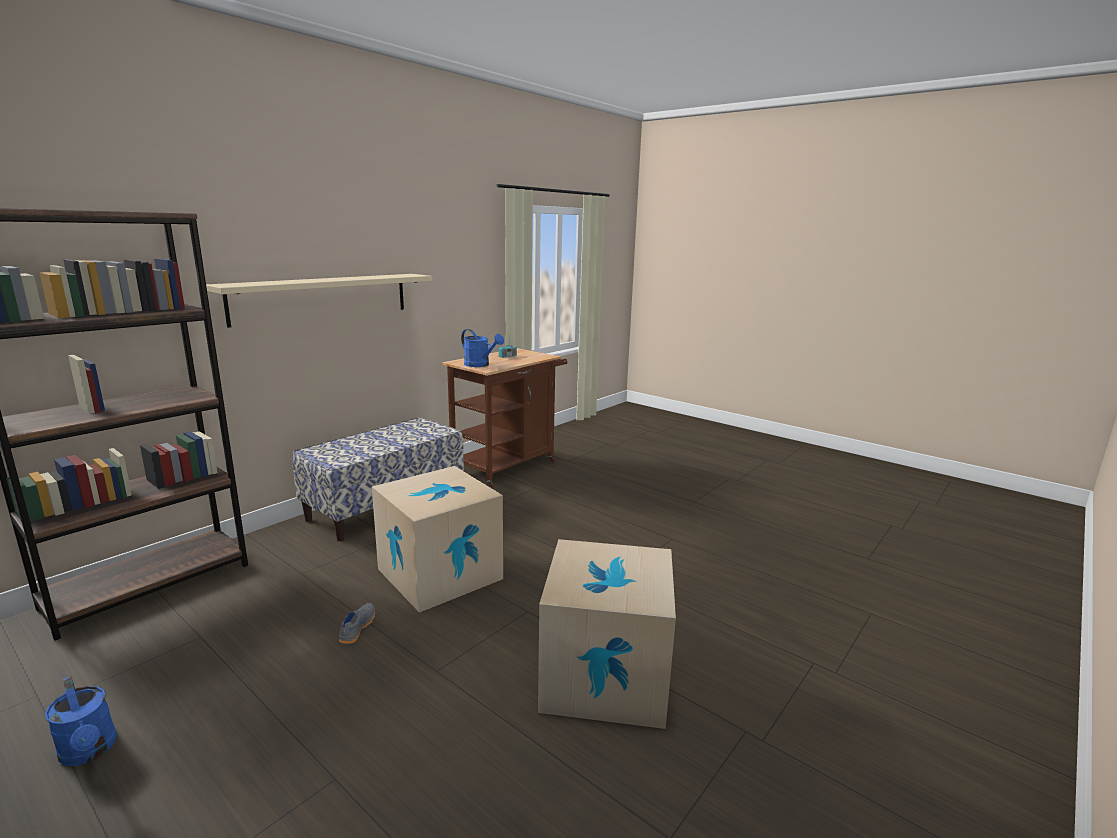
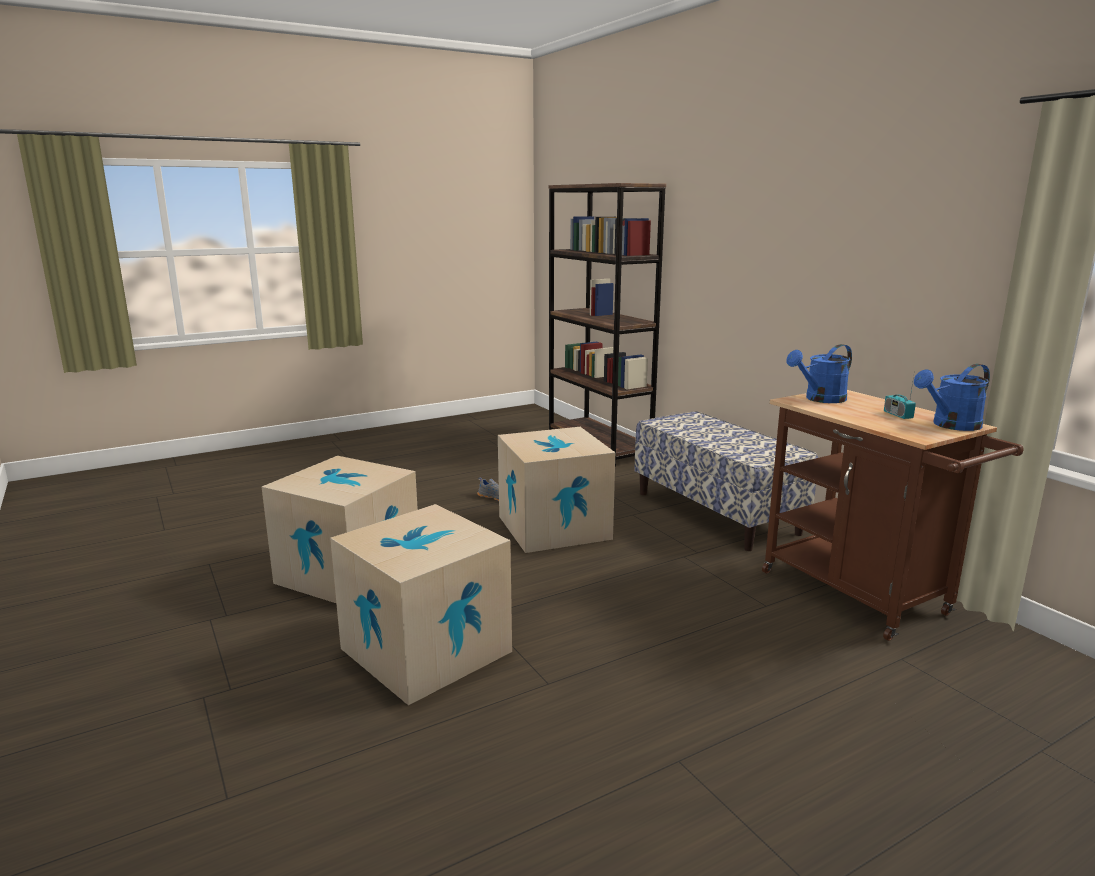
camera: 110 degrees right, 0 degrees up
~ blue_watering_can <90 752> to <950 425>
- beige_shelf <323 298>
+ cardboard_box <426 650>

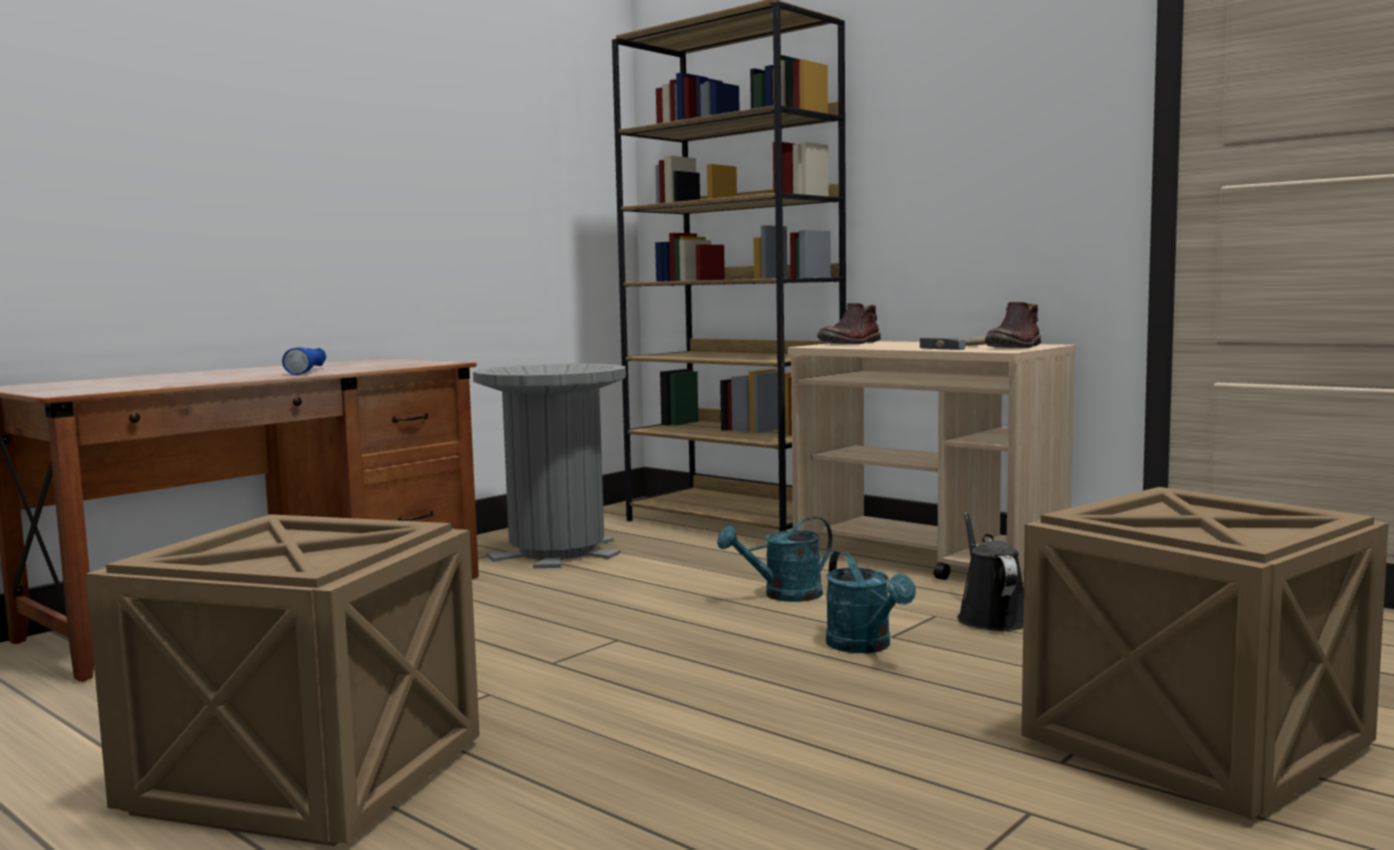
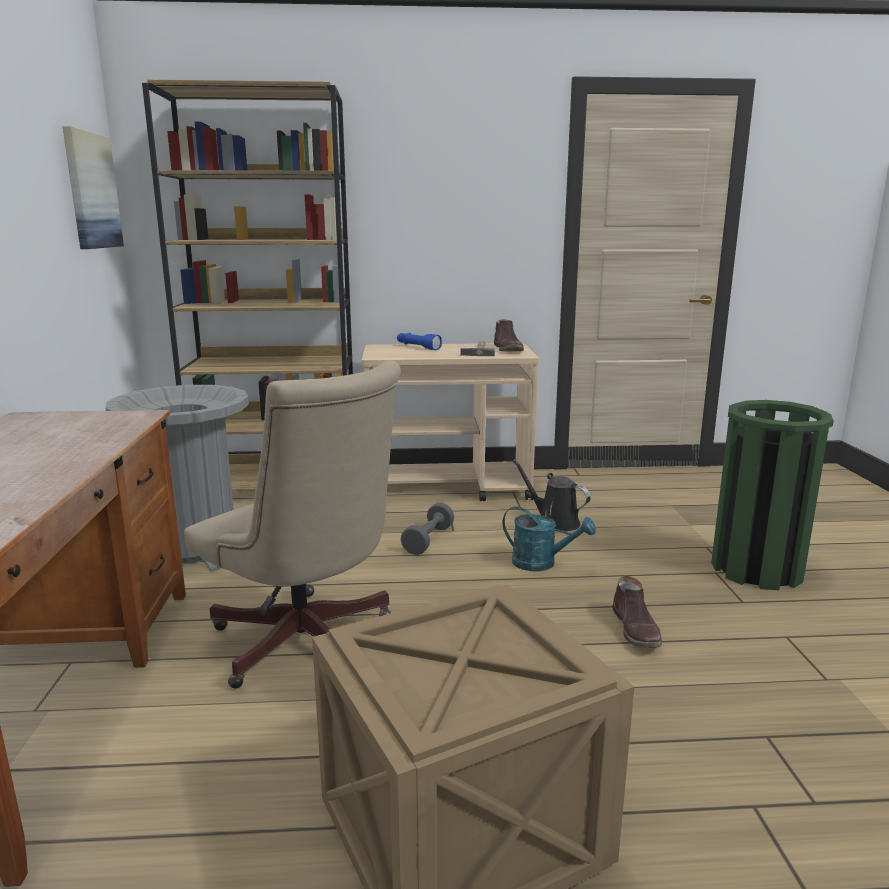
camera: 45 degrees left, 10 degrees up
~ blue_flashlight <308 371> to <417 347>
~ turquoise_watering_can <783 595> to grey_dumbbell <428 540>
~ brown_boot <851 343> to <636 629>
~ crate <1198 743> to green_trash_can <757 569>
+ picture <91 191>
+ beige_office_chair <307 646>

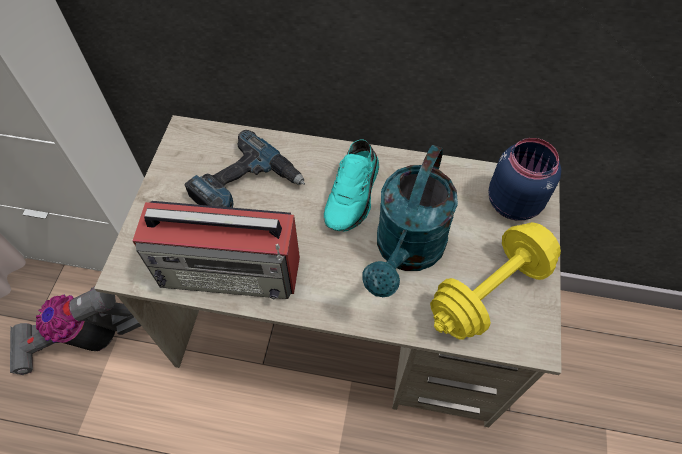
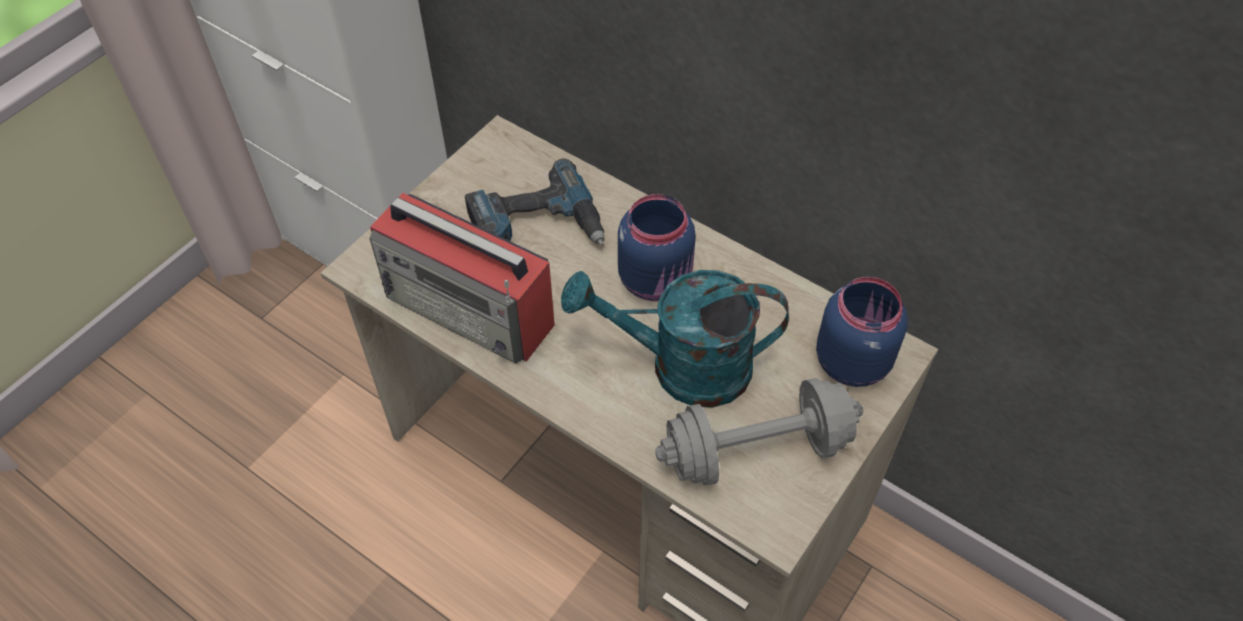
camera: 25 degrees right, 5 degrees down
- vacuum_cleaner <88 337>
~ turquoise_shoe <354 195> to blue_jar <657 280>
~ turquoise_watering_can <406 252> = <682 367> 45 degrees clockwise
~ yellow_dumbbell <489 292> to grey_dumbbell <756 450>

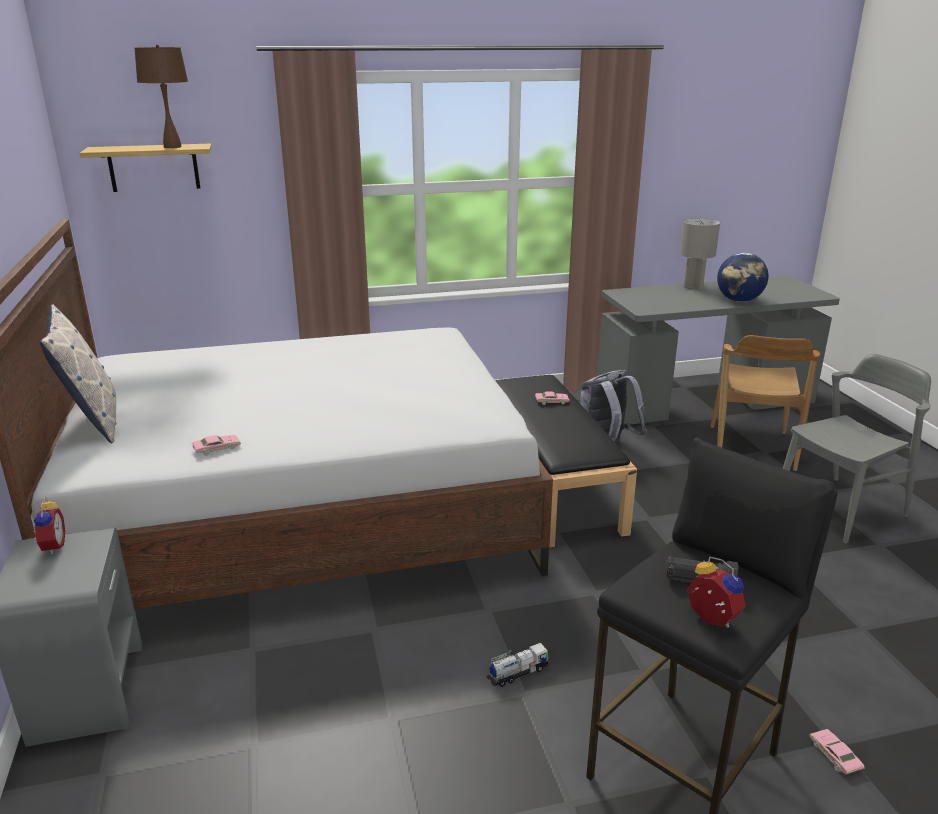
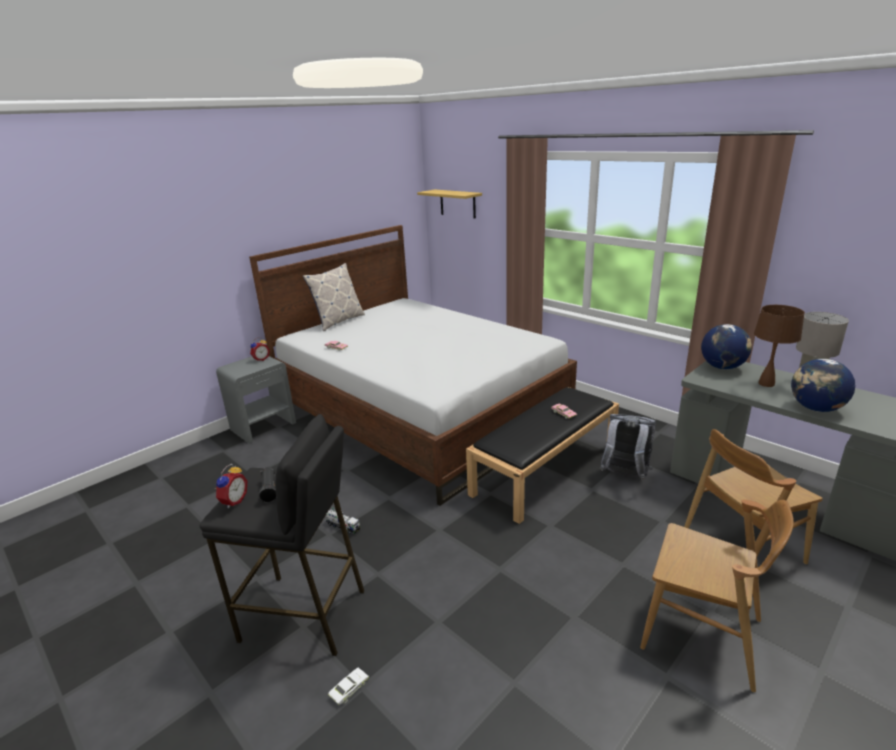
camera: 60 degrees right, 0 degrees up
~ brown_table_lamp <172 147> to <766 384>
~ grey_chair <840 509> to brown_chair <702 634>
~ pink_toy_car <835 755> to white_toy_car <349 688>
+ globe <722 367>

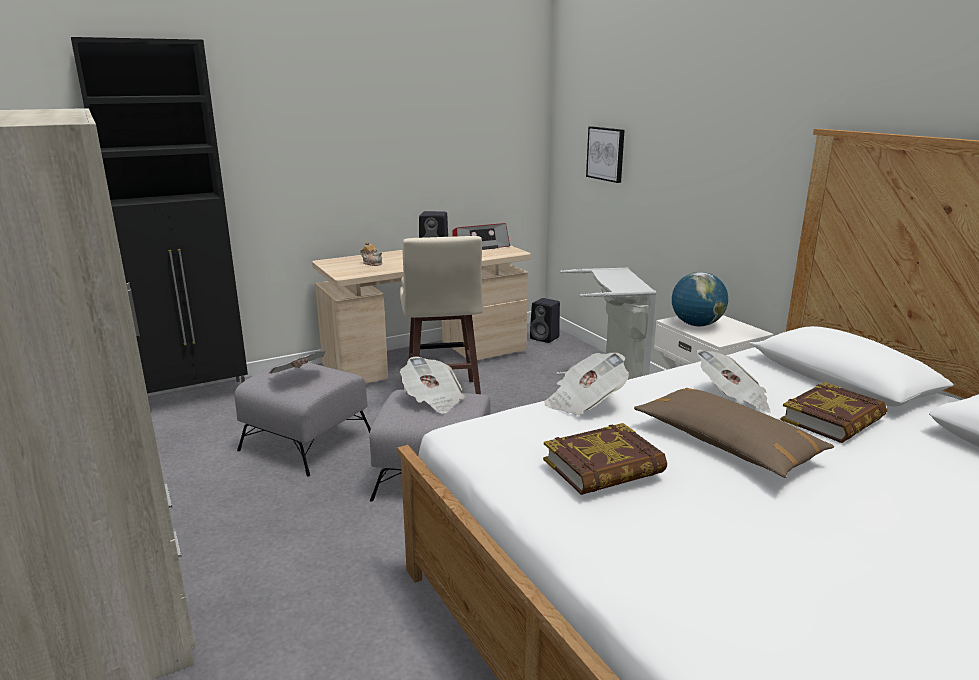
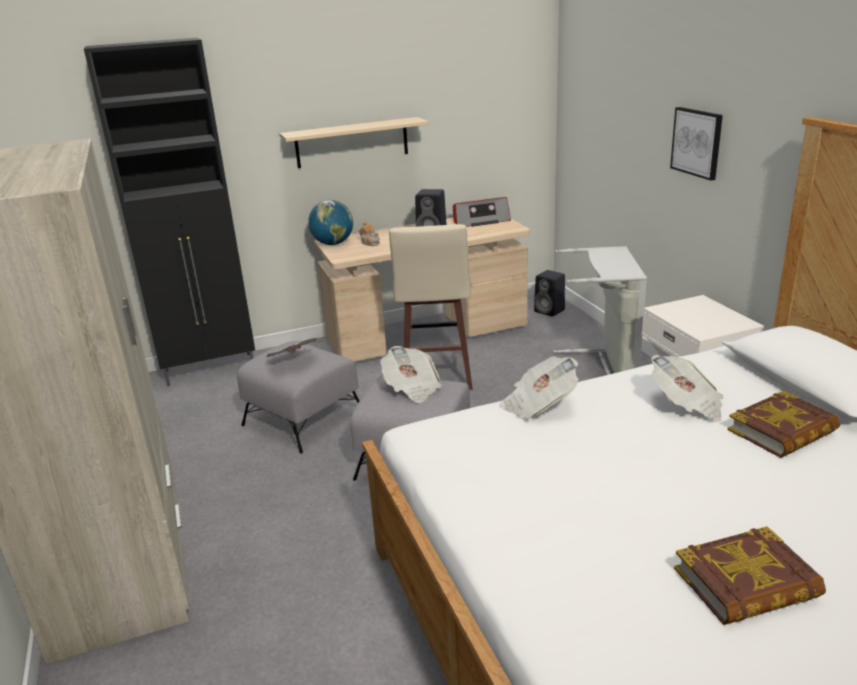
camera: 10 degrees right, 5 degrees up
~ book <604 467> to <746 584>
~ picture <606 154> to <697 142>
- brown_pillow <726 444>
~ globe <696 325> to <333 244>
+ beige_shelf <352 142>

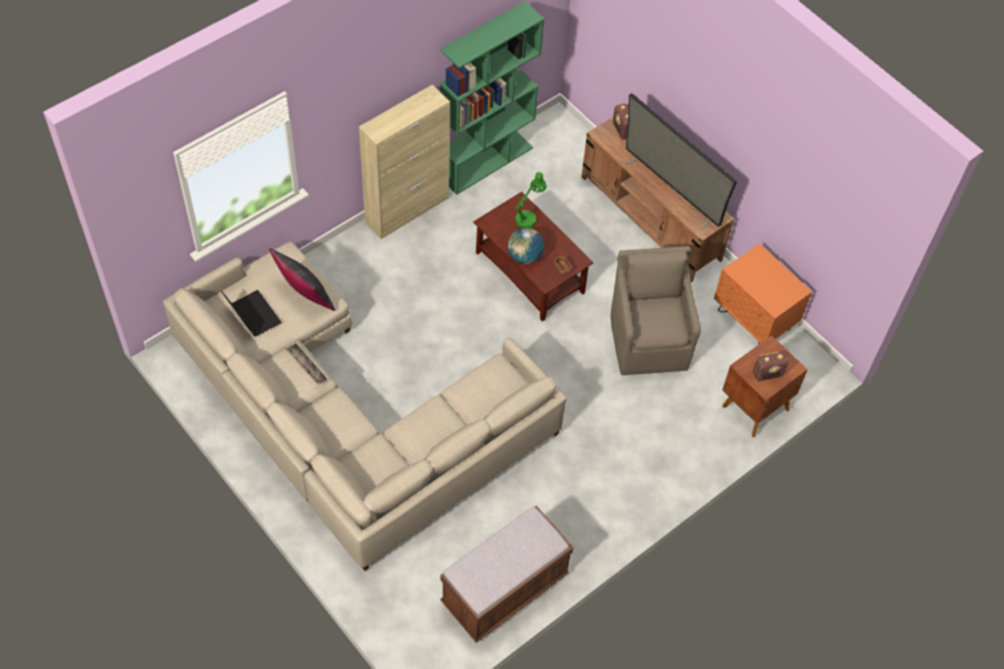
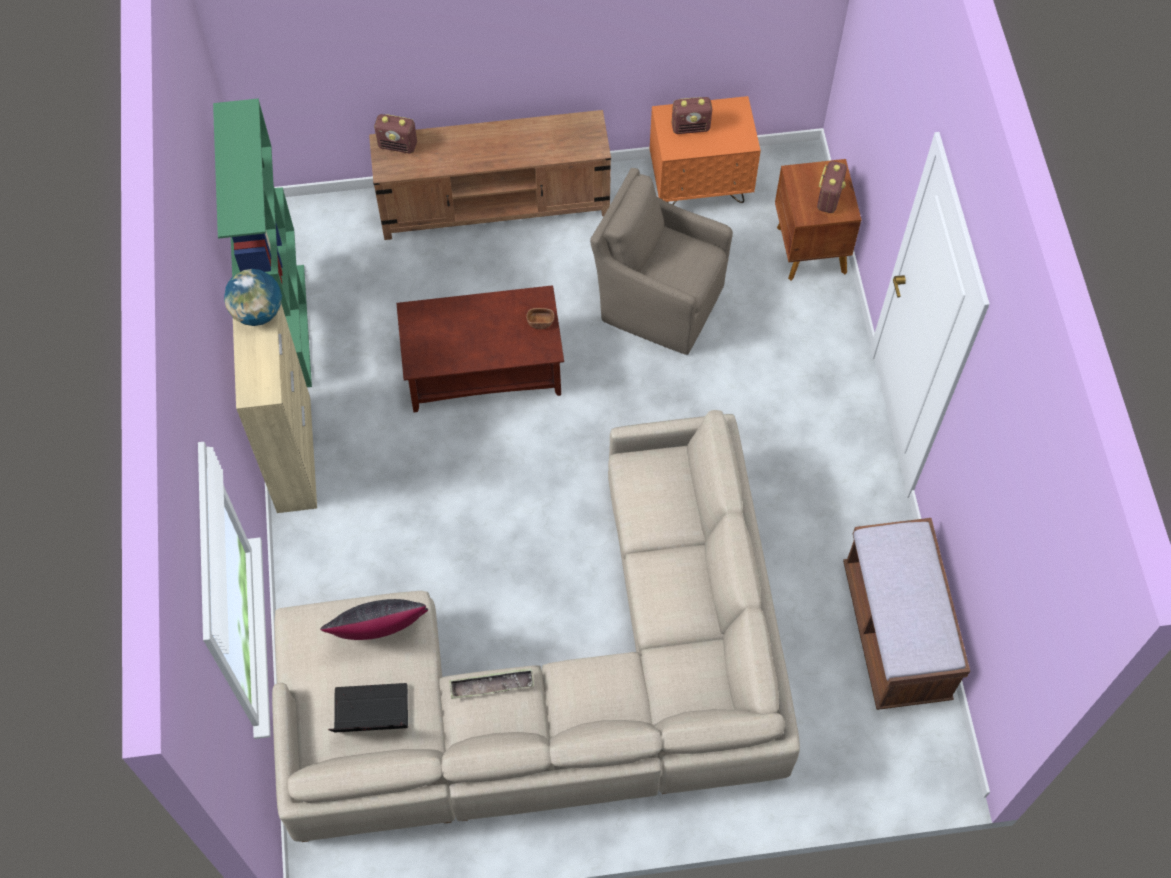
camera: 55 degrees left, 5 degrees up
~ globe <525 256> to <258 312>
- green_table_lamp <528 217>
- television <672 189>
+ radio <691 127>

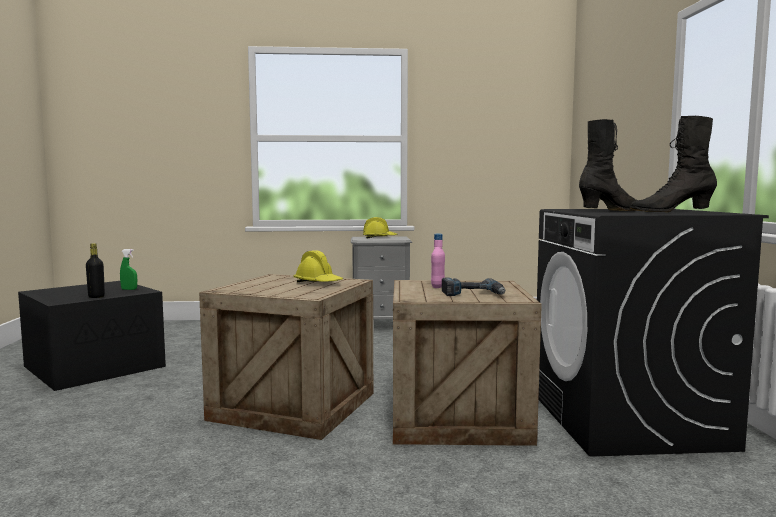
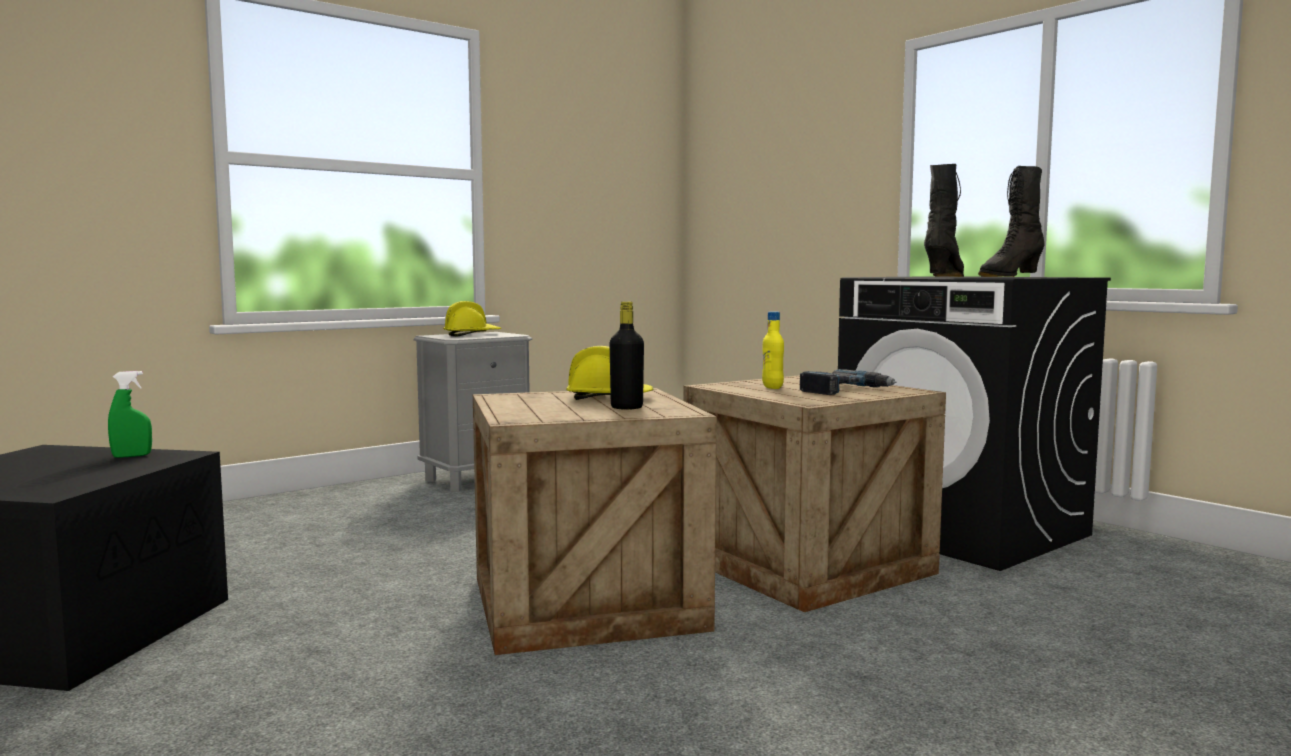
camera: 35 degrees left, 0 degrees up
~ black_bottle <96 297> to <626 408>
~ pink_bottle <437 287> to yellow_bottle <772 387>

